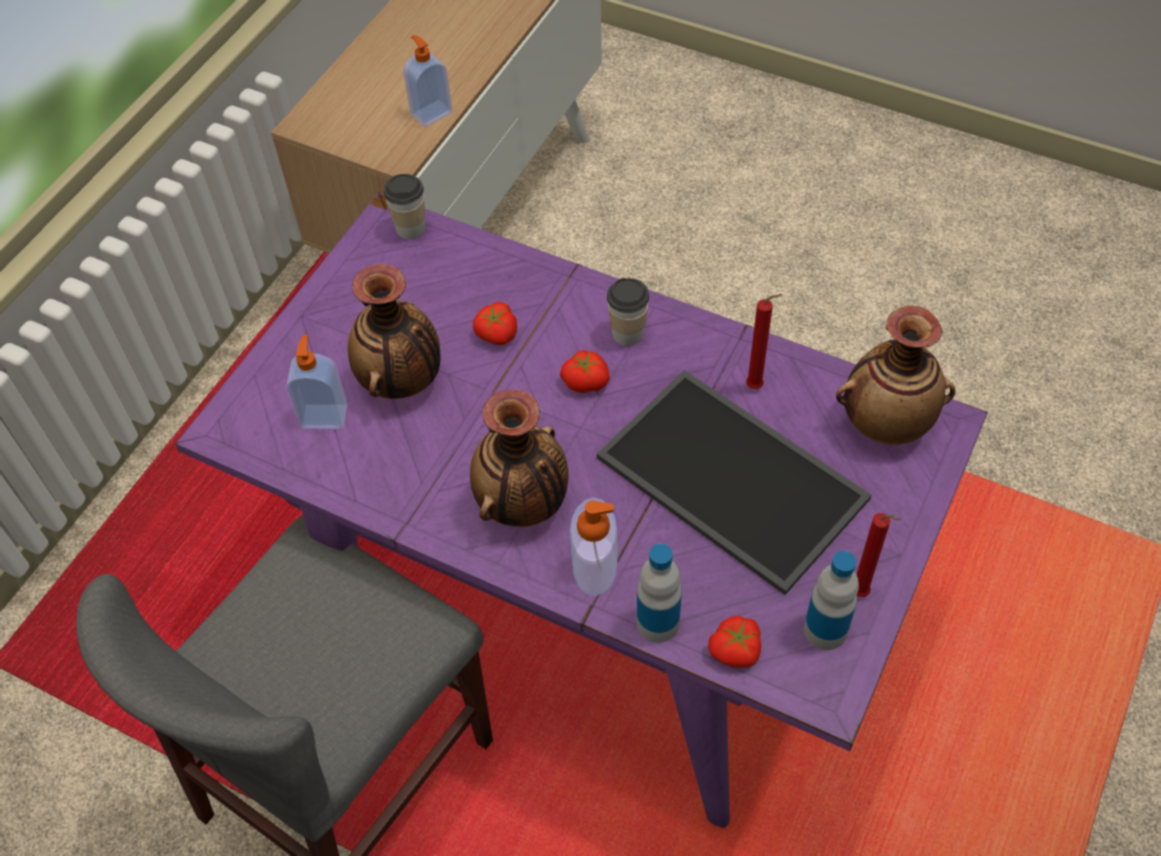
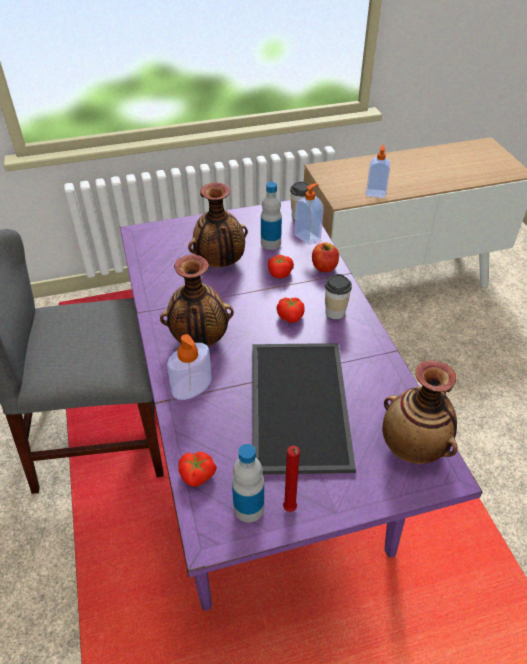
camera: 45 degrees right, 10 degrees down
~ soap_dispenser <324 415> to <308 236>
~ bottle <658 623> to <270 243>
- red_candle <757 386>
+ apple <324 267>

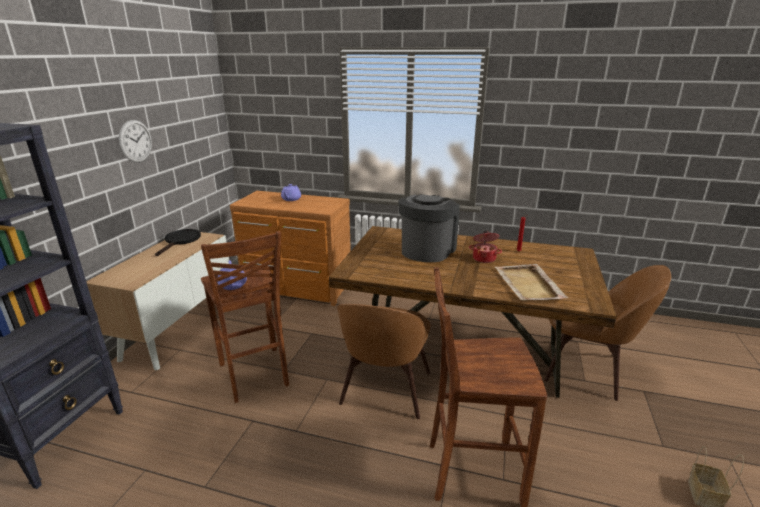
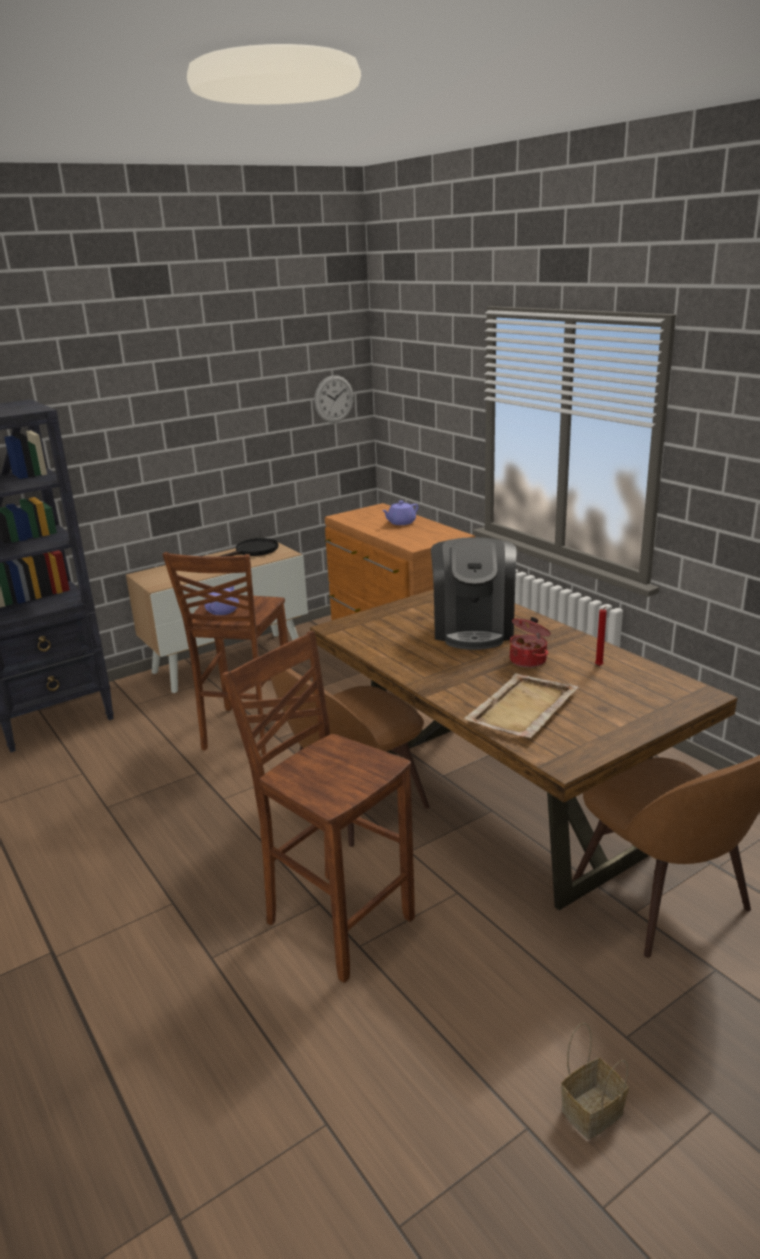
camera: 40 degrees right, 0 degrees up
~ wall_clock <135 141> to <334 399>
~ coffee_machine <427 250> = <473 629> 120 degrees clockwise

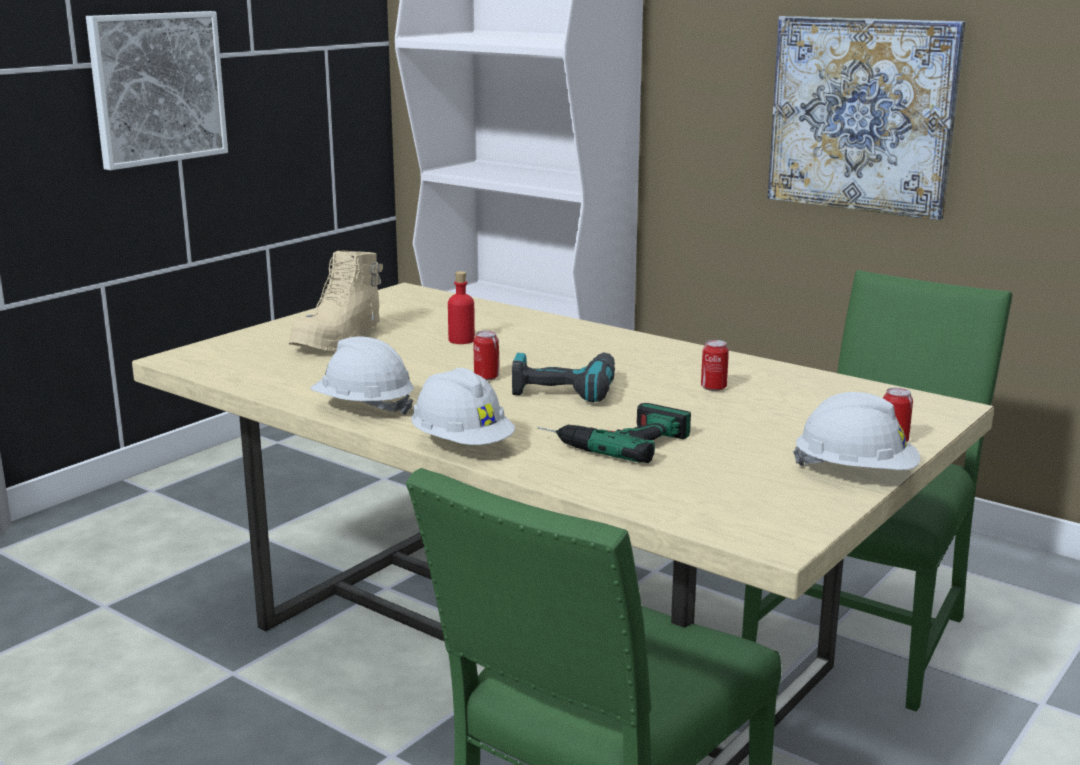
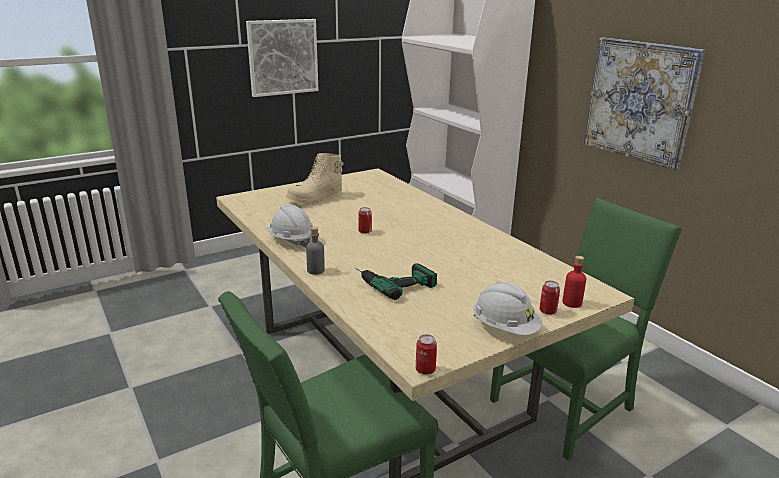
camera: 20 degrees right, 5 degrees up
~ white_hard_hat <462 445> to grey_bottle <316 270>
~ red_bottle <461 340> to <572 303>
- power_drill <564 389>
~ can <713 387> to <425 370>

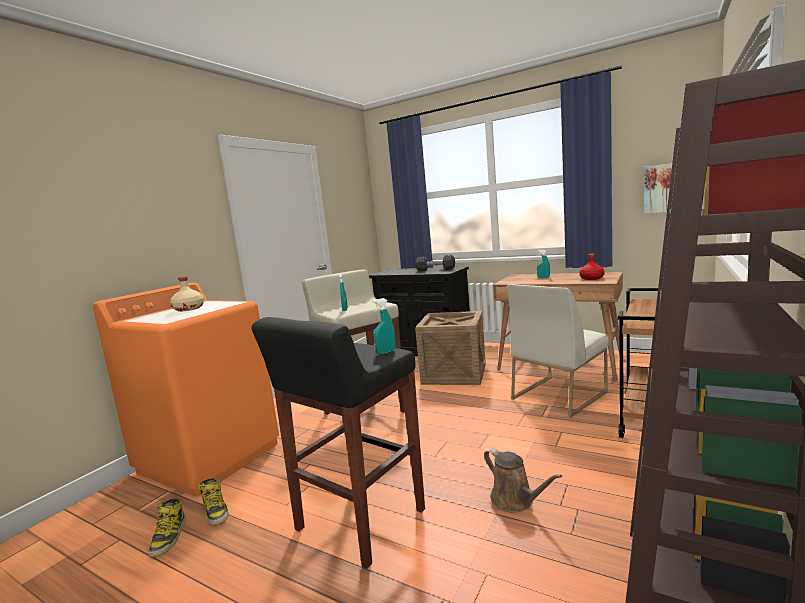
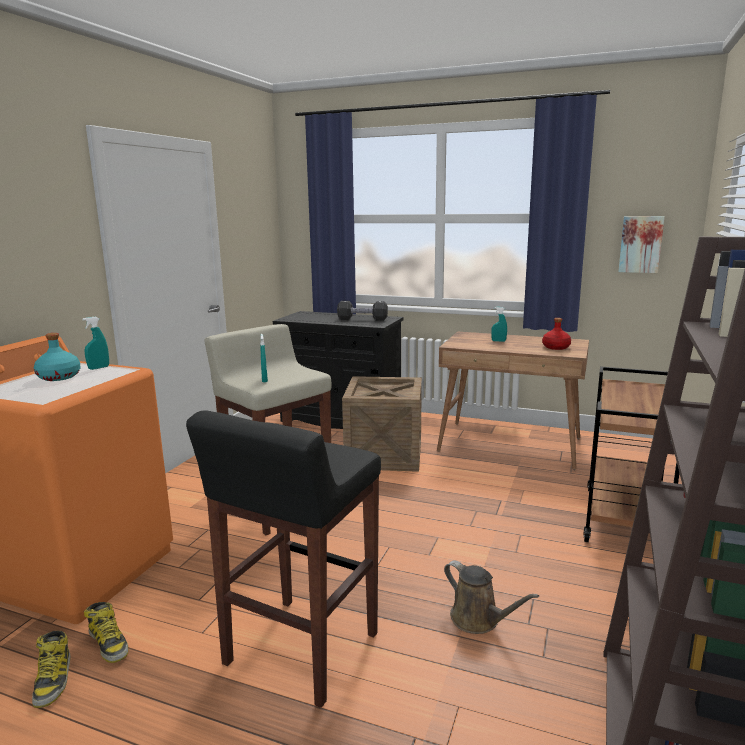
camera: 10 degrees left, 5 degrees up
~ beige_bottle <188 309> to turquoise_bottle <59 377>
~ turquoise_spray_bottle <386 352> to <98 368>
- white_chair <558 395>

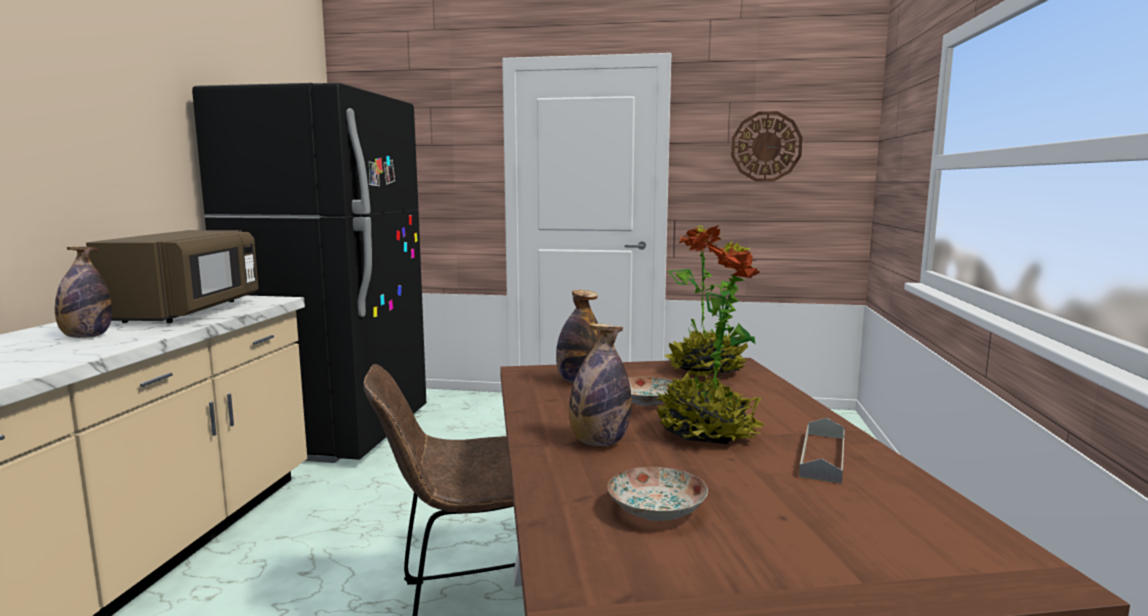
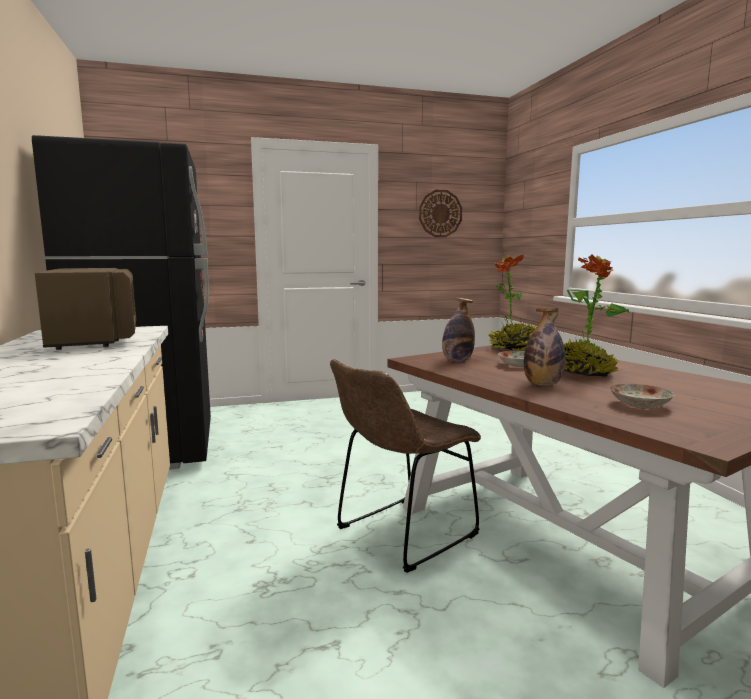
camera: 25 degrees left, 0 degrees up
- bottle <86 337>
- grey_tray <822 456>

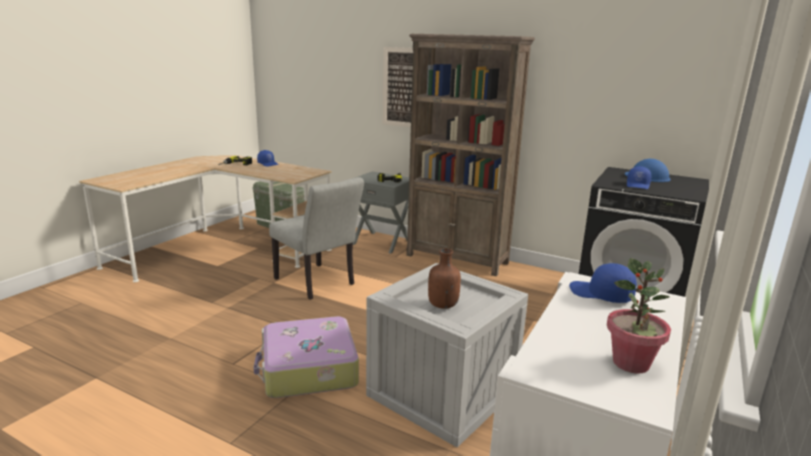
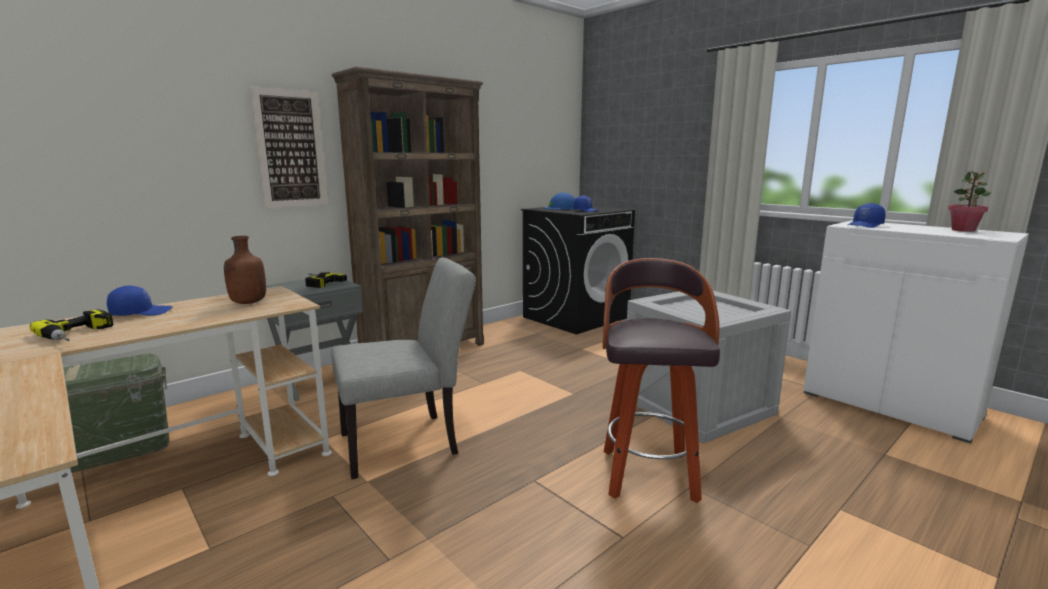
camera: 70 degrees left, 5 degrees down
~ suitcase <308 369> to stool <647 473>
~ brown_bottle <442 305> to <247 302>

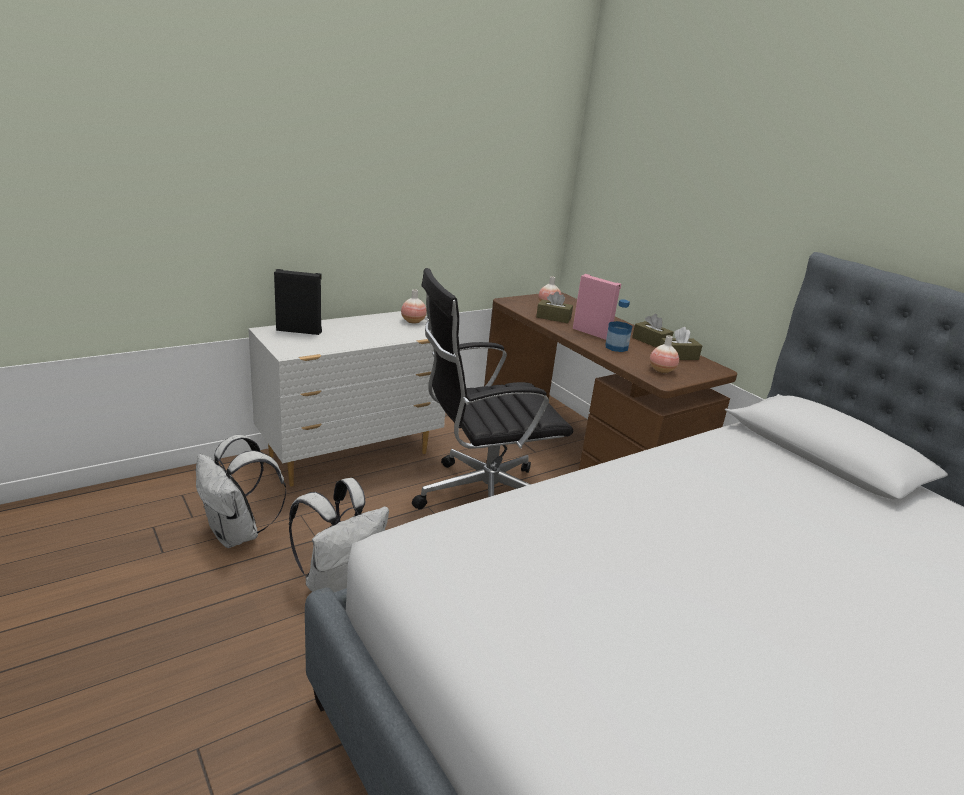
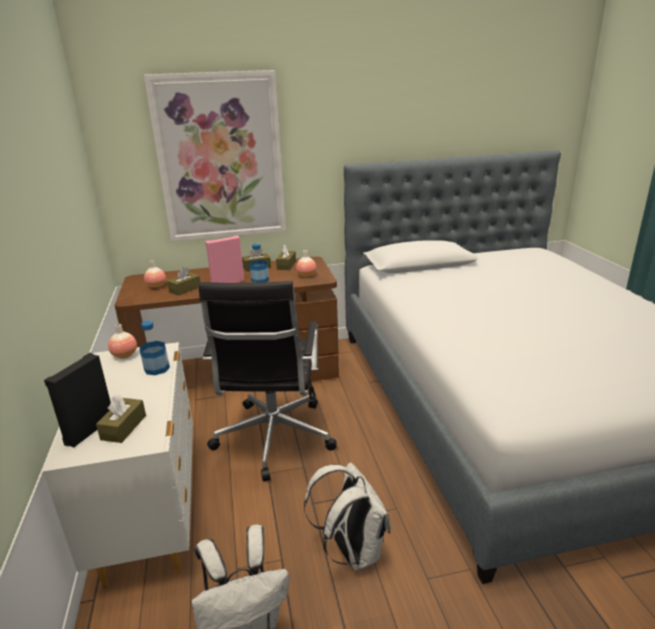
camera: 65 degrees left, 0 degrees up
+ brown_tissue_box <123 427>
+ bottle <157 368>
+ picture <220 158>

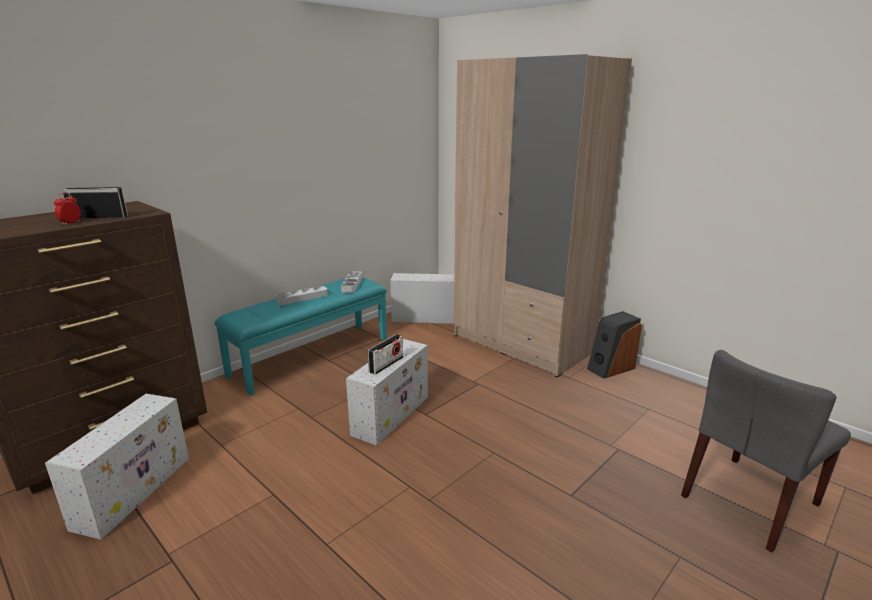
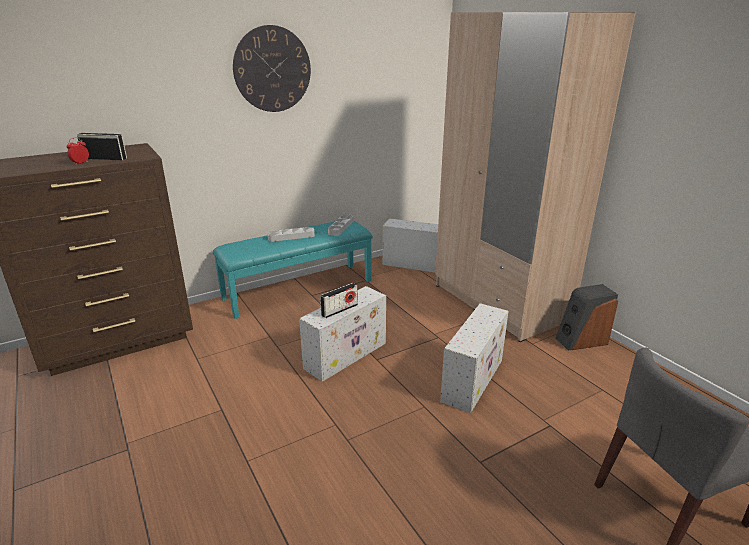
camera: 15 degrees right, 5 degrees up
~ white_storage_box <135 490> to <473 379>
+ wall_clock <272 69>

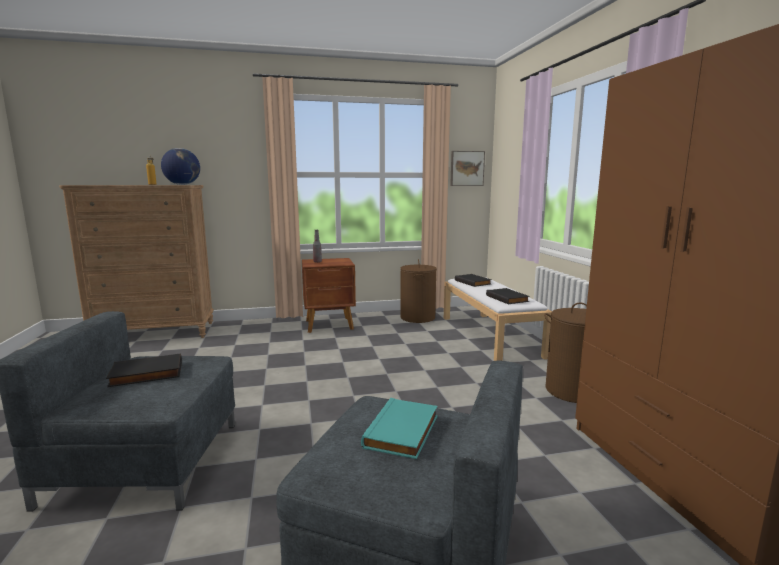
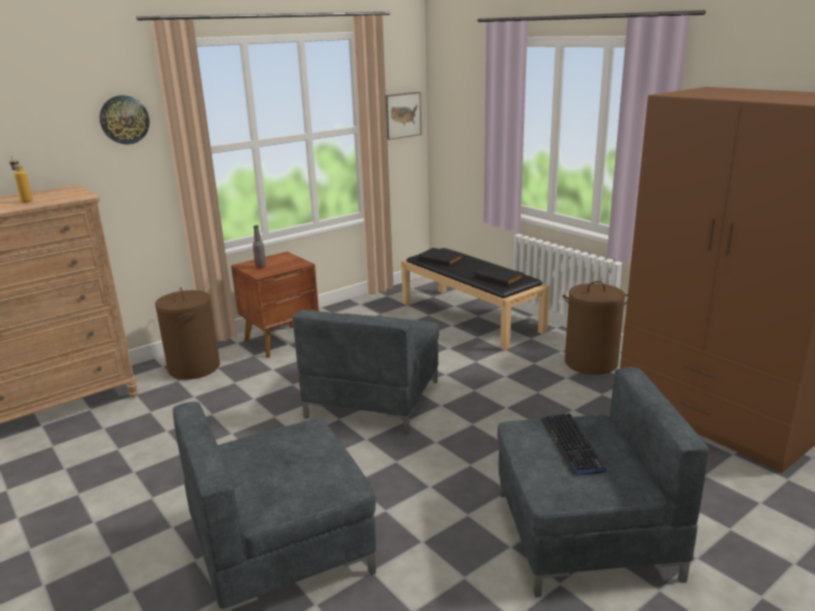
camera: 25 degrees left, 10 degrees up
- black_book <146 375>
- globe <182 184>
~ turquoise_book <403 432> to keyboard <572 445>
~ brown_laundry_basket <417 318> to <194 368>
~ white_bench <490 336> to black_bench <471 317>
+ wall_clock <124 119>
+ grey_armchair <374 397>

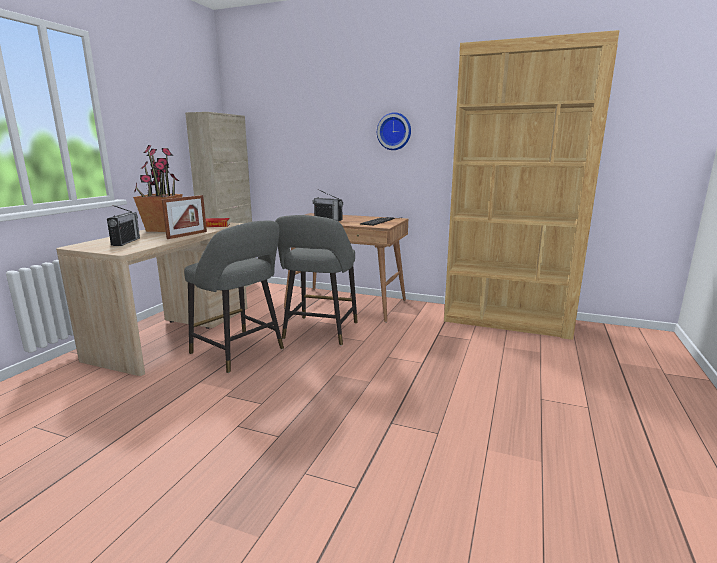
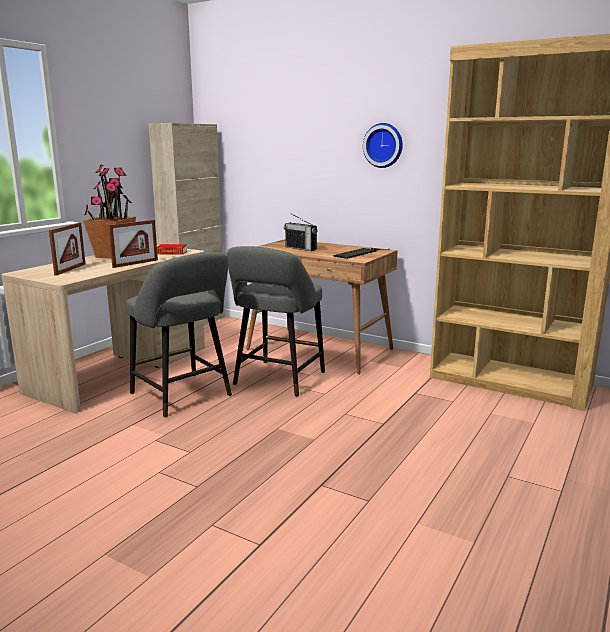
camera: 10 degrees right, 0 degrees up
~ radio <126 242> to picture_frame <70 269>

